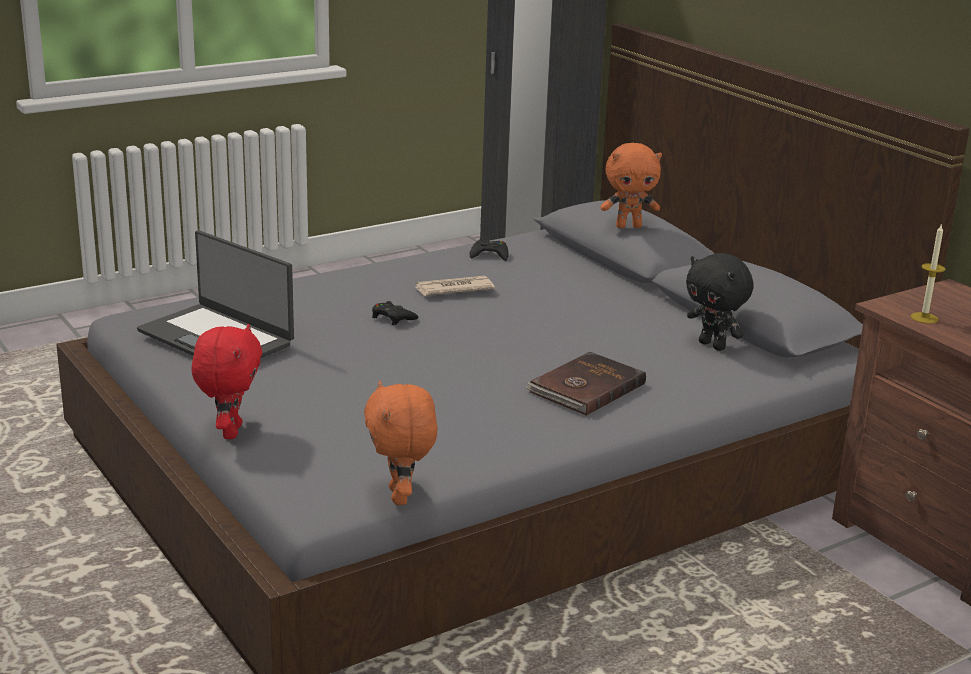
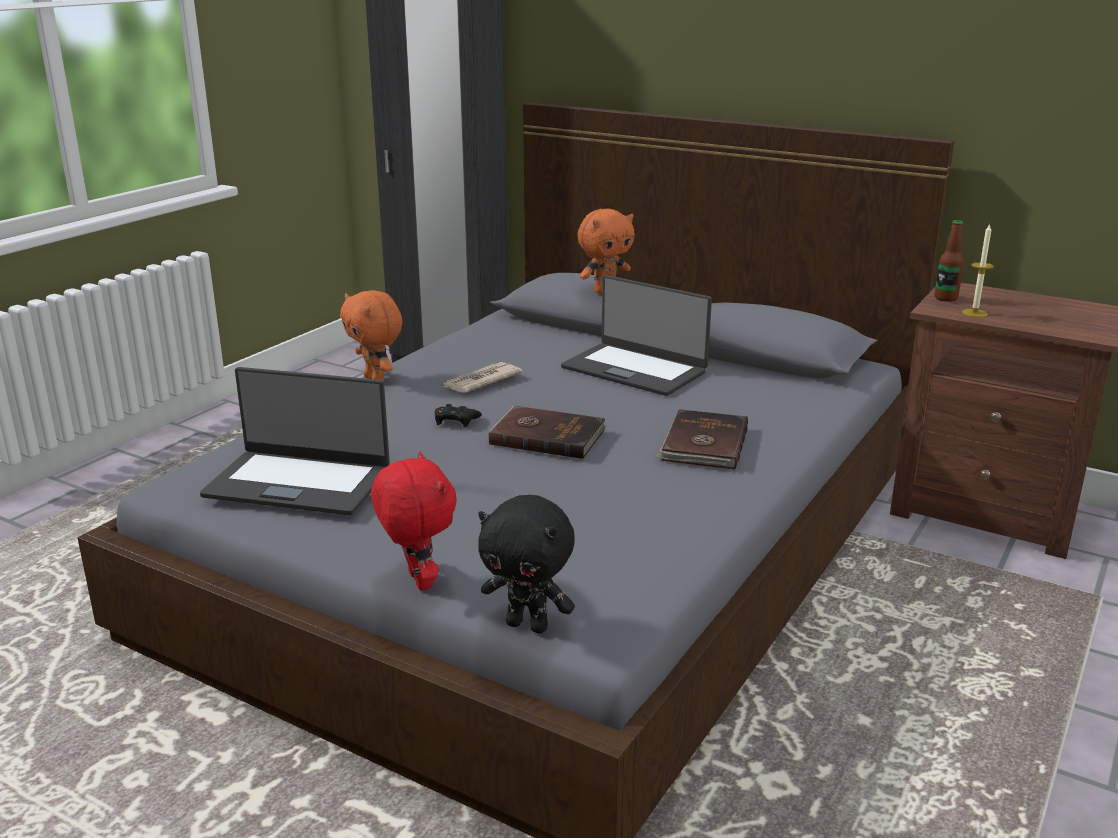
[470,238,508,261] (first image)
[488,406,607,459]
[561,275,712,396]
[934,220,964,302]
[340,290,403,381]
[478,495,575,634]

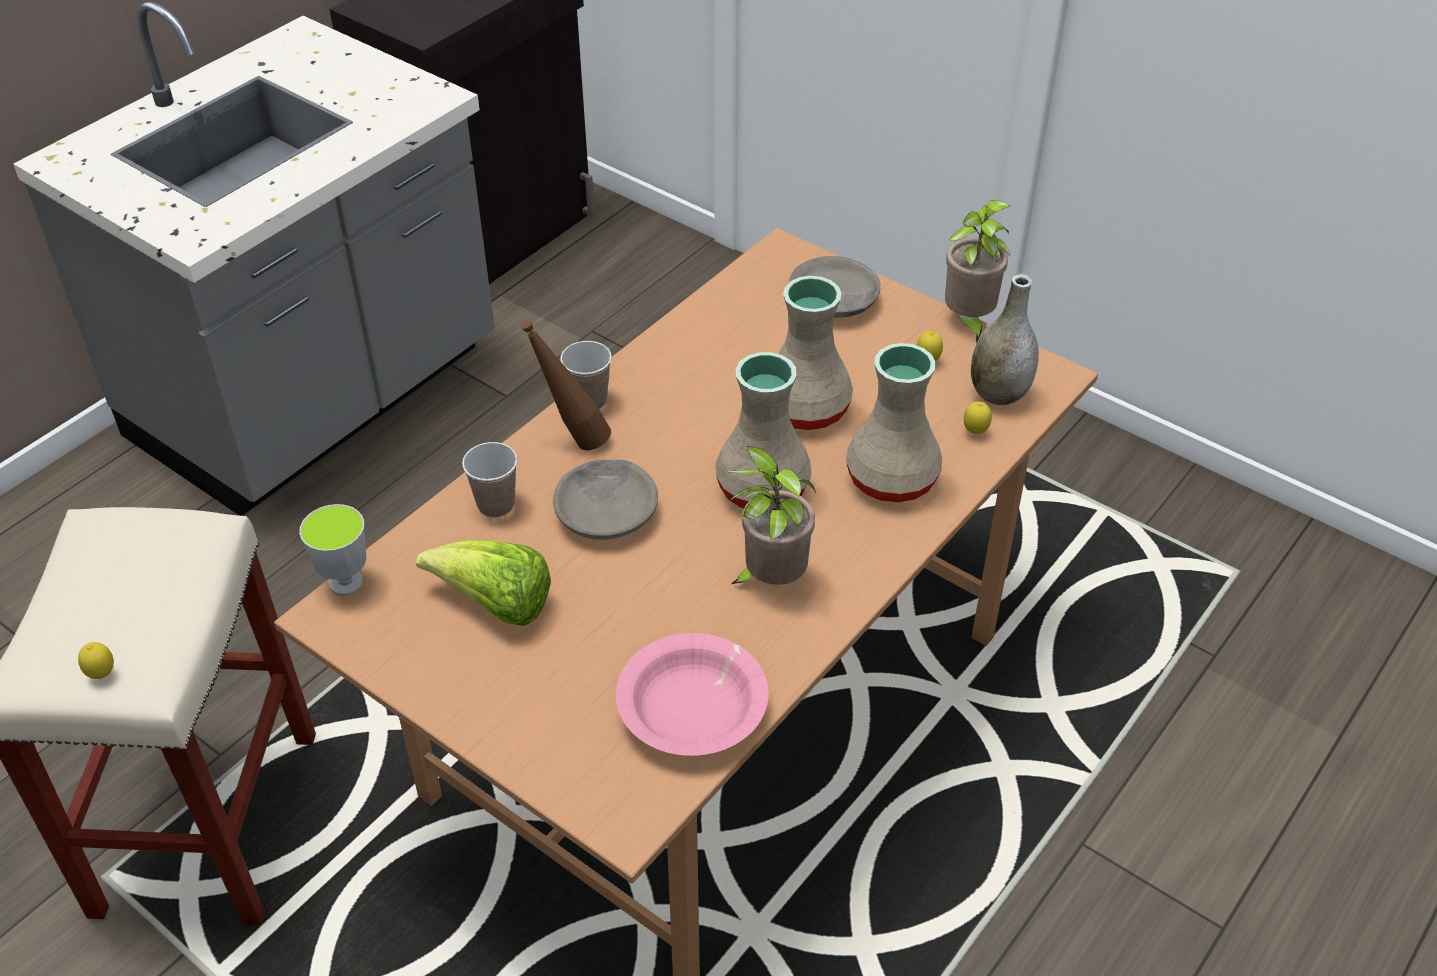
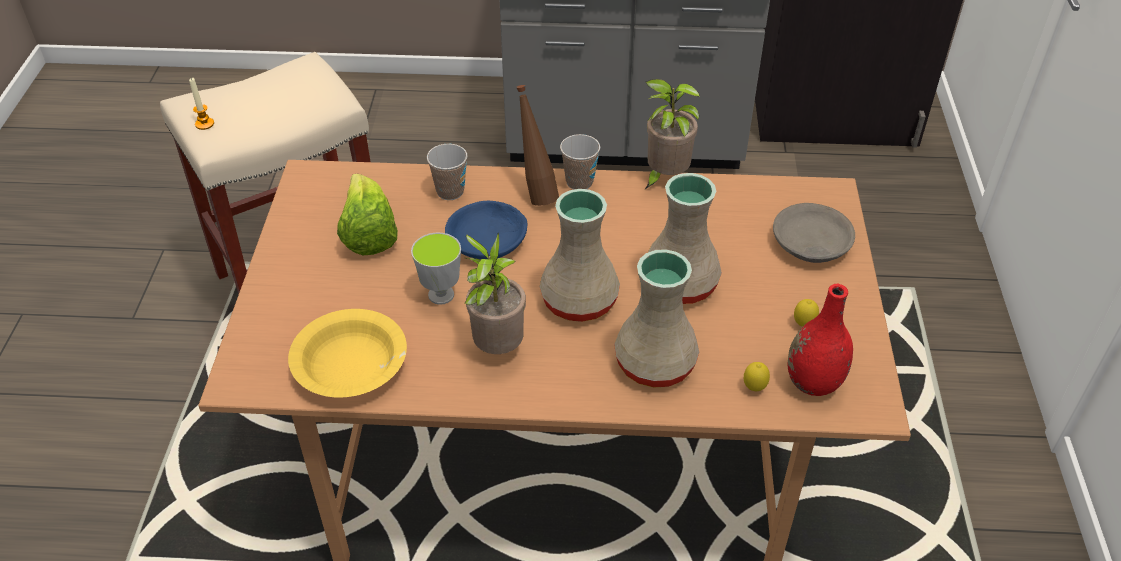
[411,233,461,305]
[645,79,700,189]
[189,78,214,130]
[445,201,527,259]
[288,309,407,397]
[788,284,853,396]

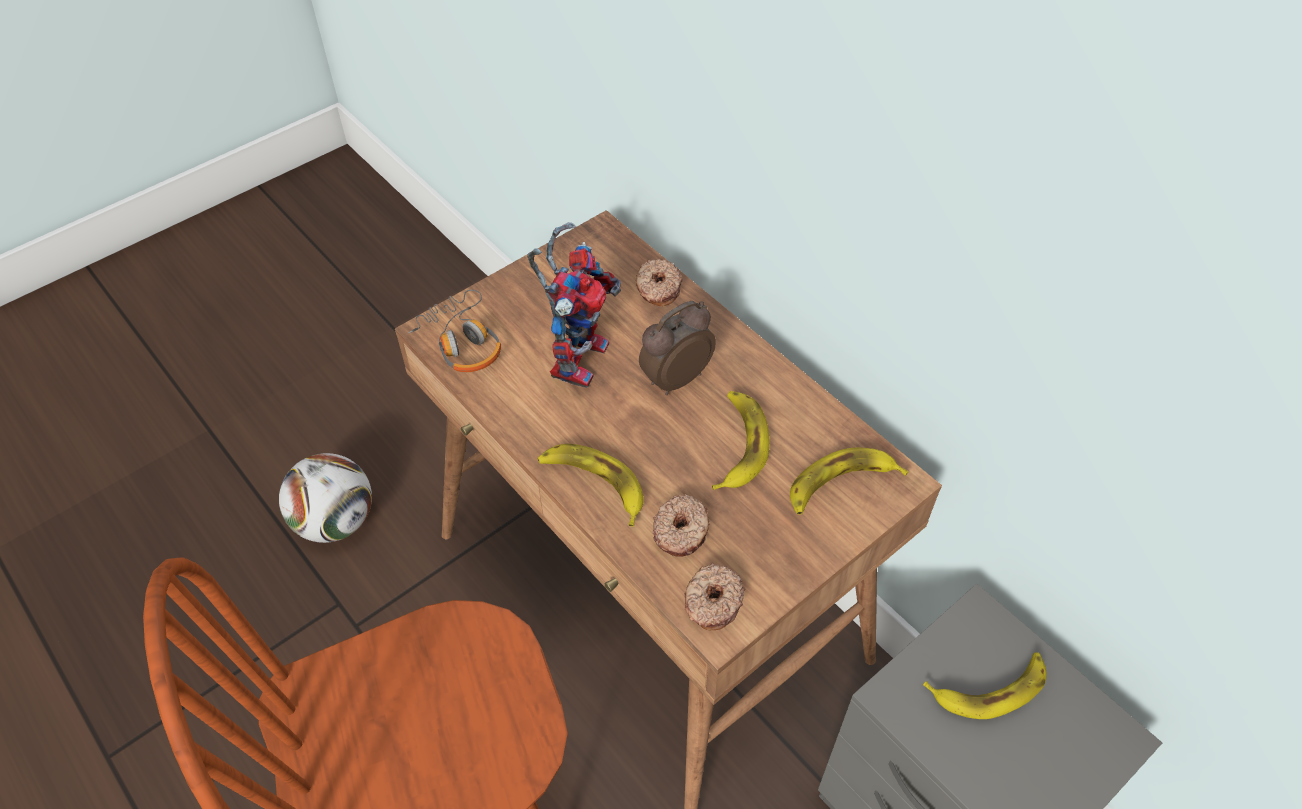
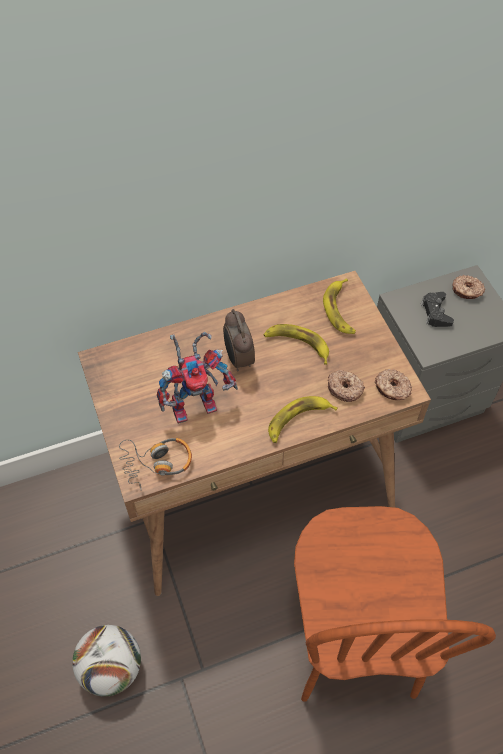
[452,275,485,299]
[421,292,454,327]
[157,332,238,424]

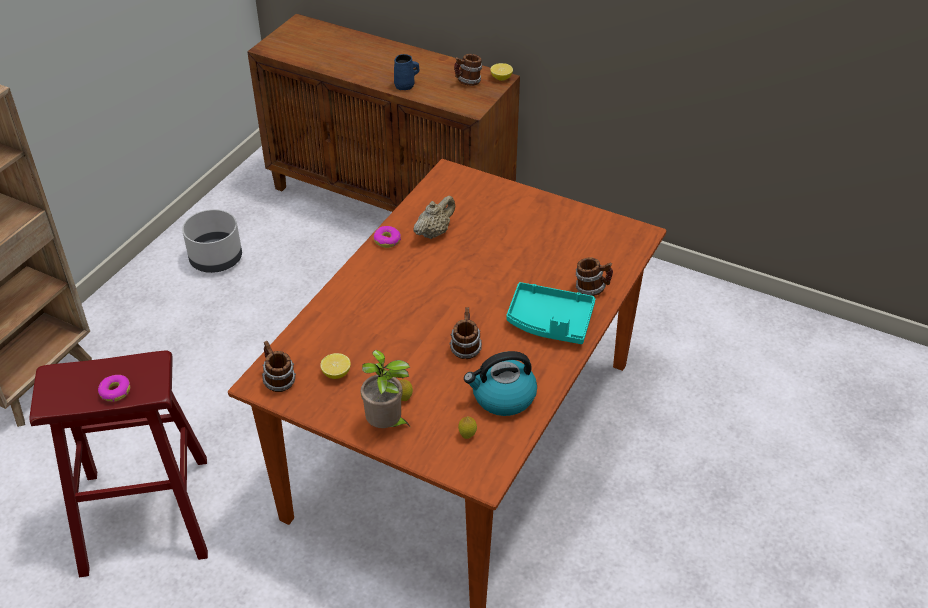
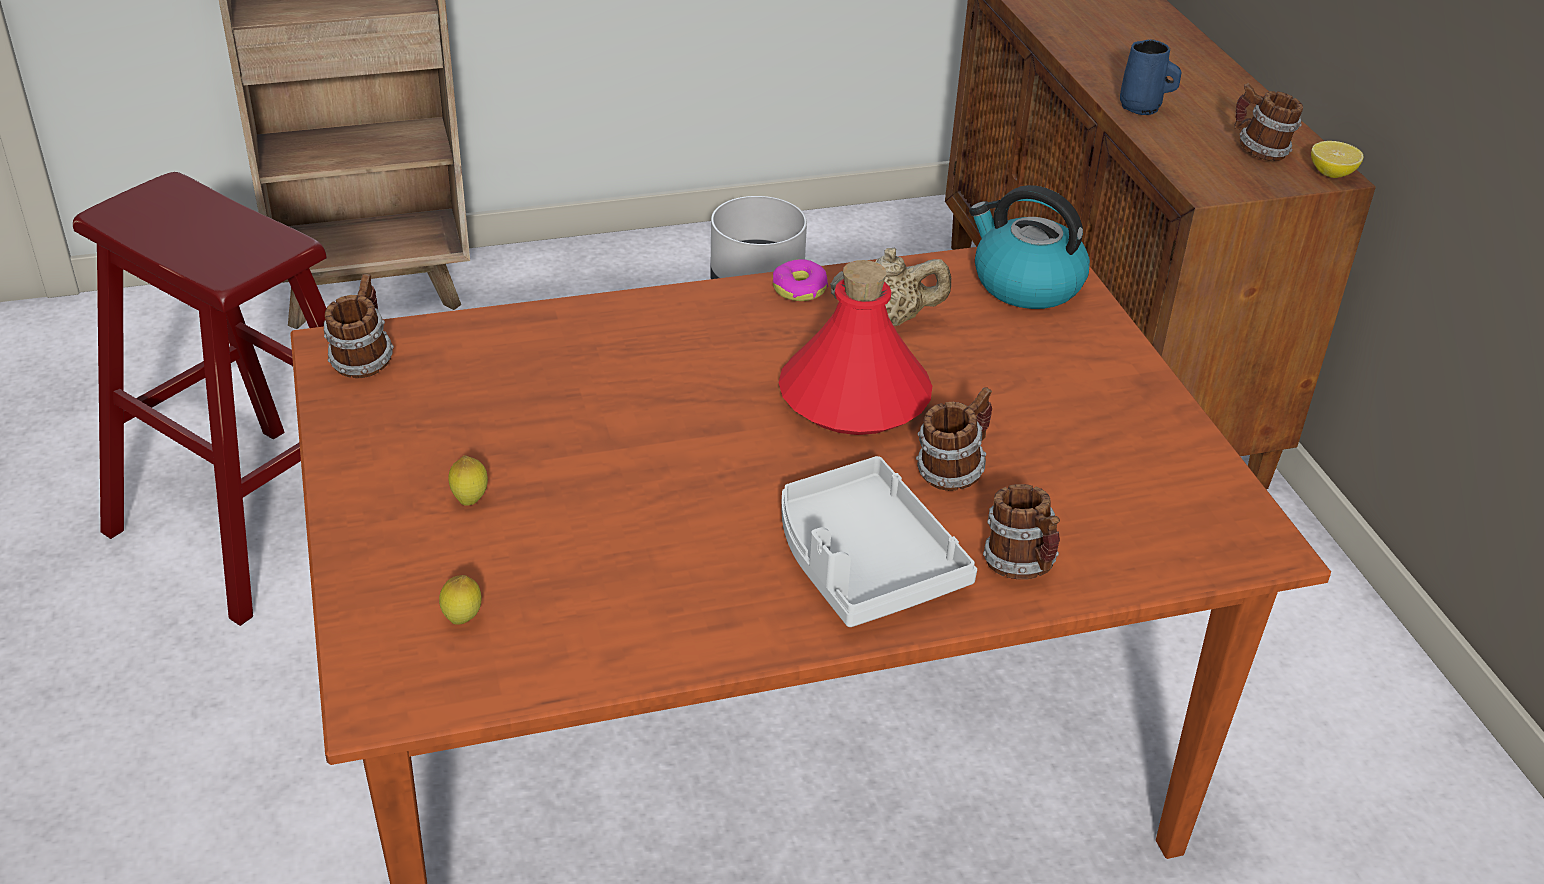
[98,375,130,402] (first image)
[320,353,351,379] (first image)
[361,350,410,428] (first image)
[779,260,932,435]
[916,387,992,491]
[969,185,1090,309]
[782,456,977,627]

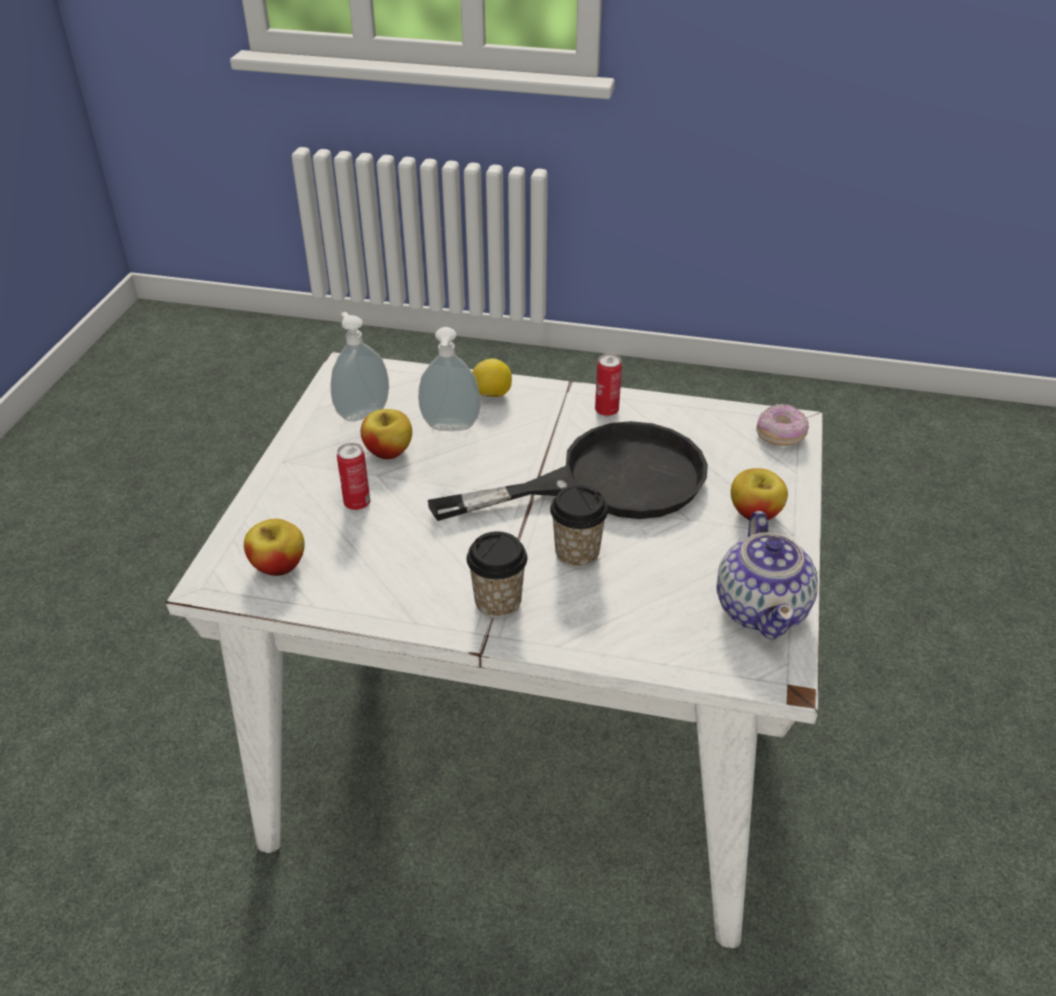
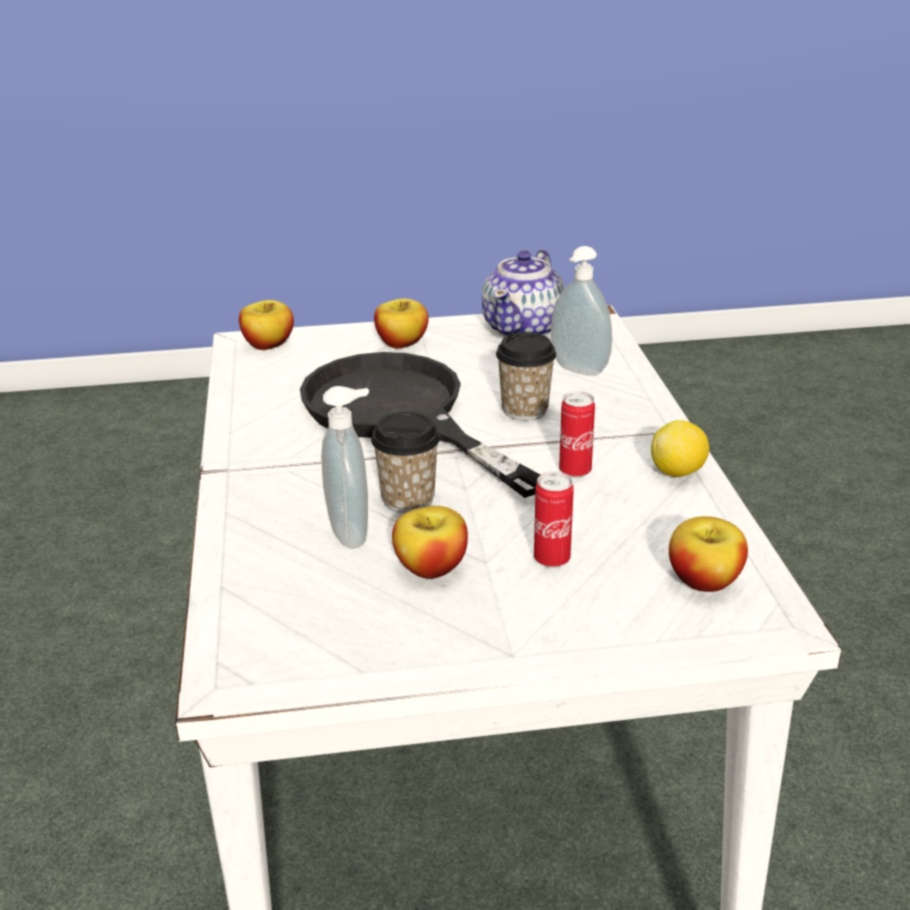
[551,246,612,376]
[371,412,440,513]
[651,420,709,477]
[559,391,595,478]
[239,300,294,350]
[482,249,565,337]

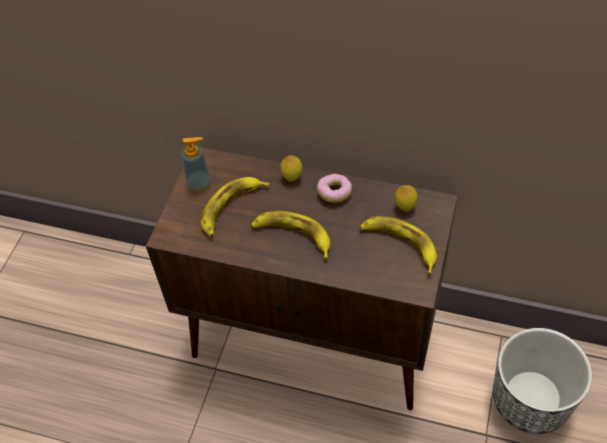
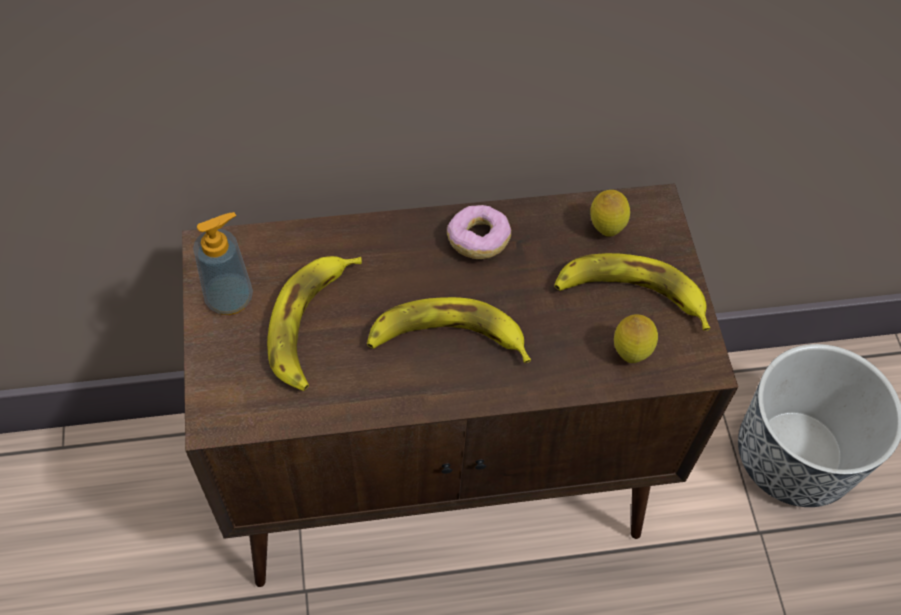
[614,314,658,363]

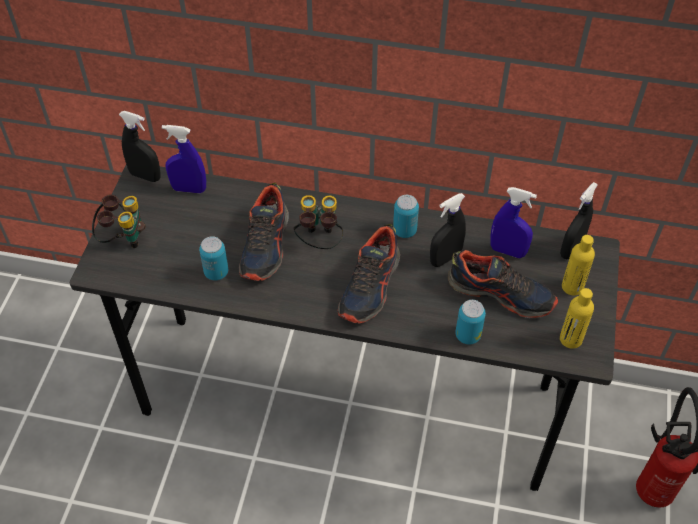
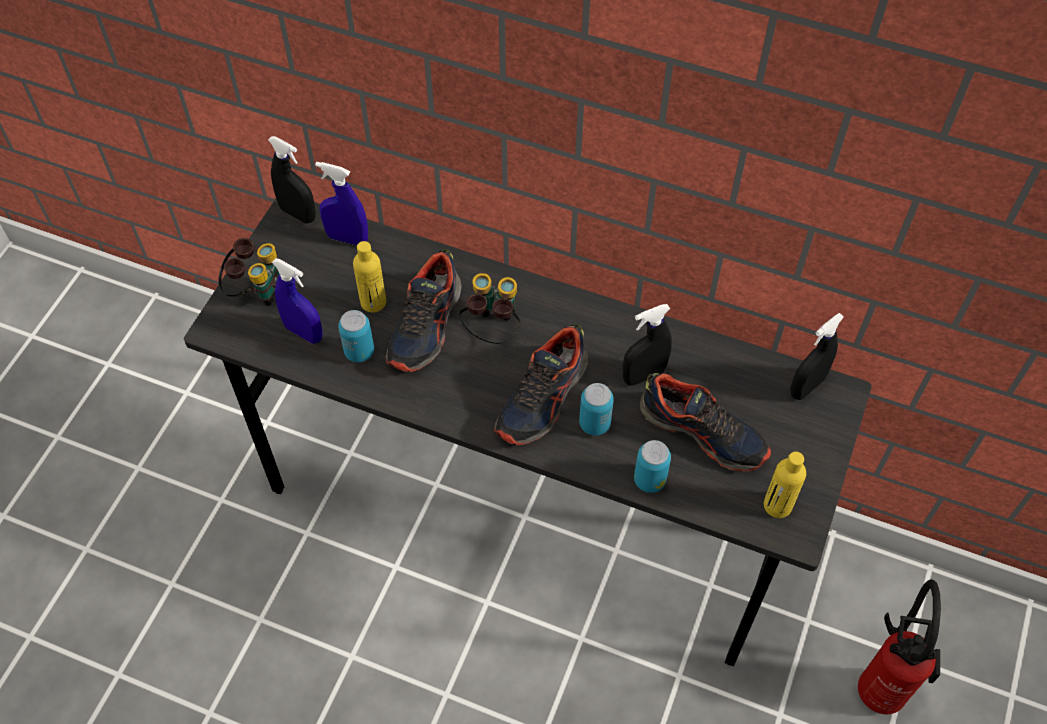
[579,383,614,436]
[272,258,323,344]
[353,241,386,312]

